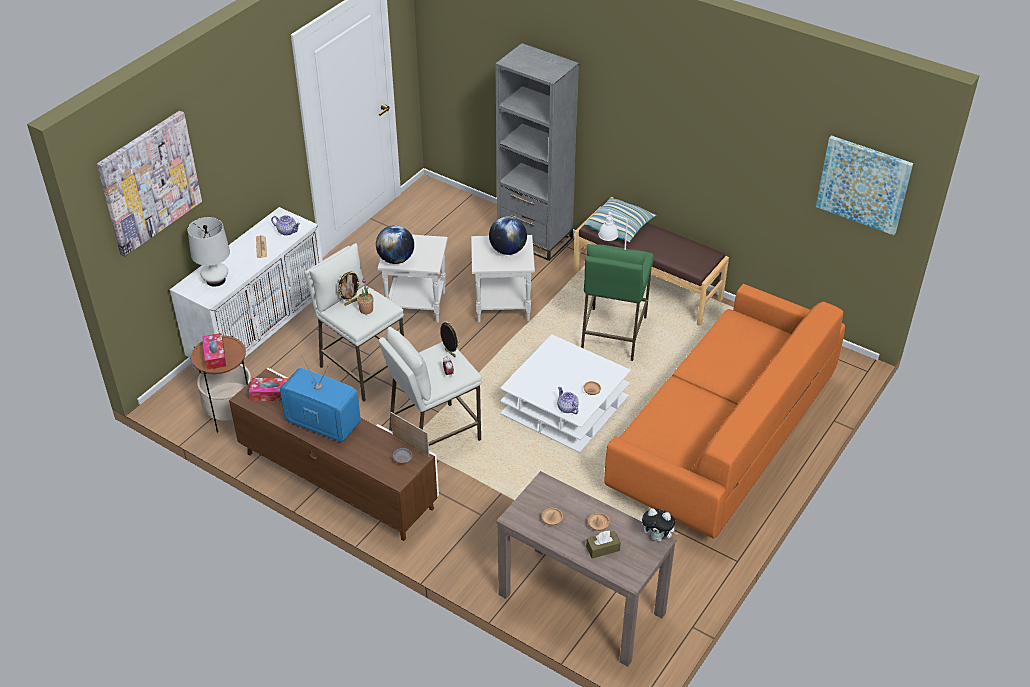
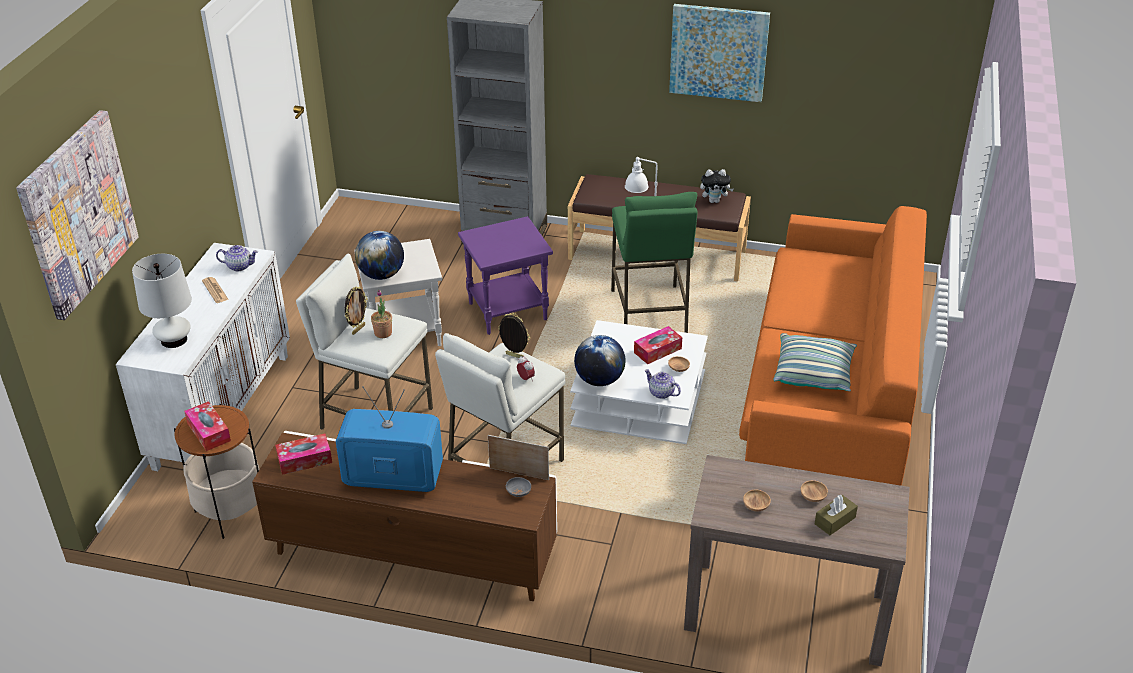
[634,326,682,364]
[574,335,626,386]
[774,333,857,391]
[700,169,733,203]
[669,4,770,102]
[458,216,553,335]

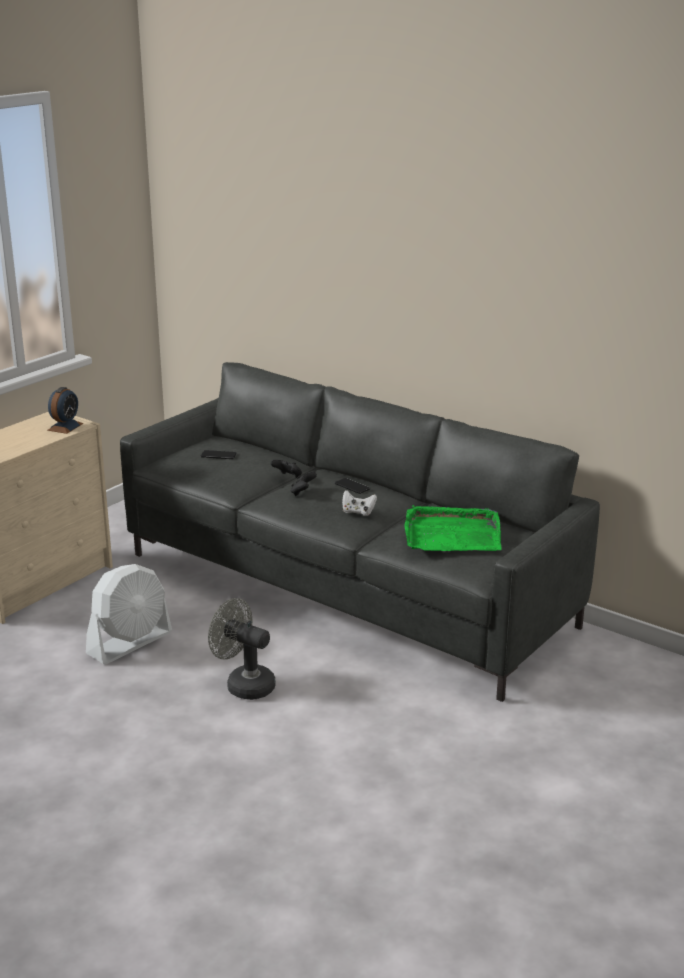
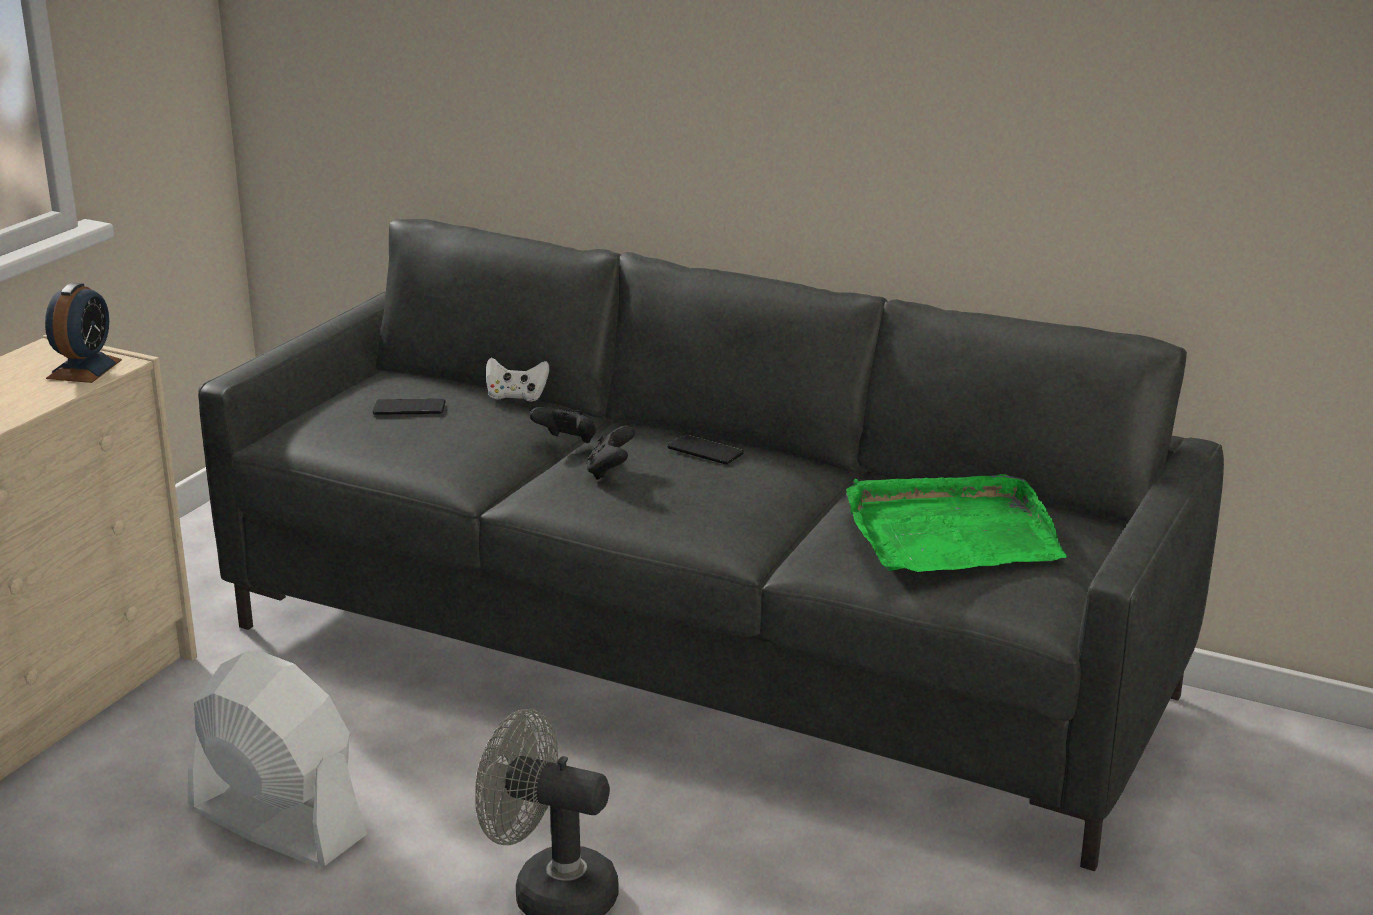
[486,358,549,402]
[188,651,367,868]

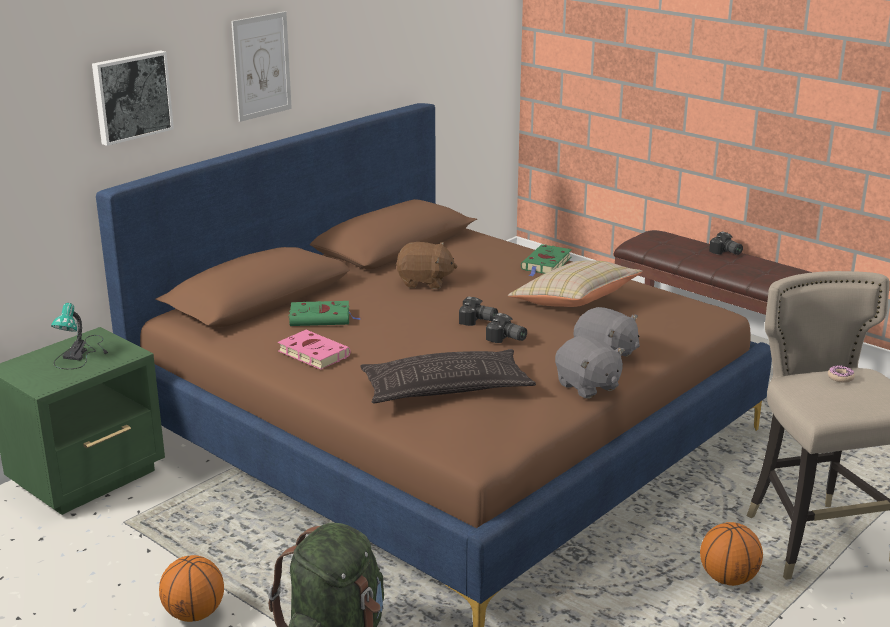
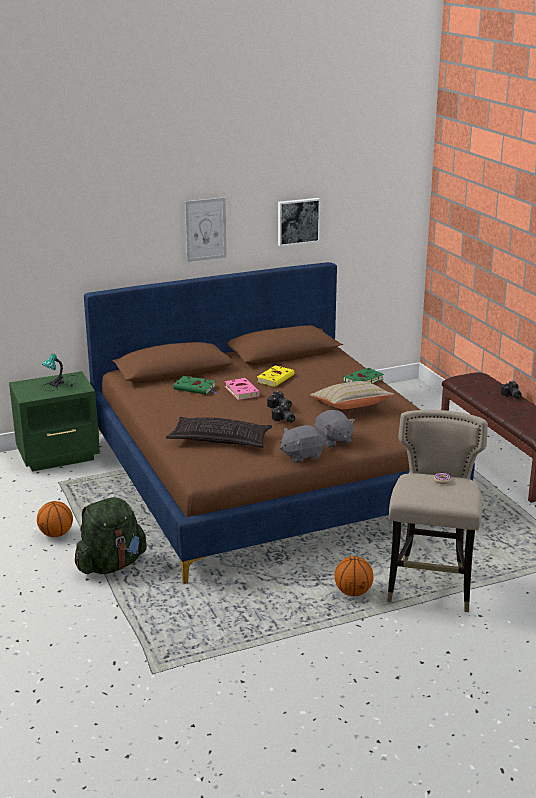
[278,198,320,246]
[225,378,260,400]
[257,365,295,387]
[280,425,324,463]

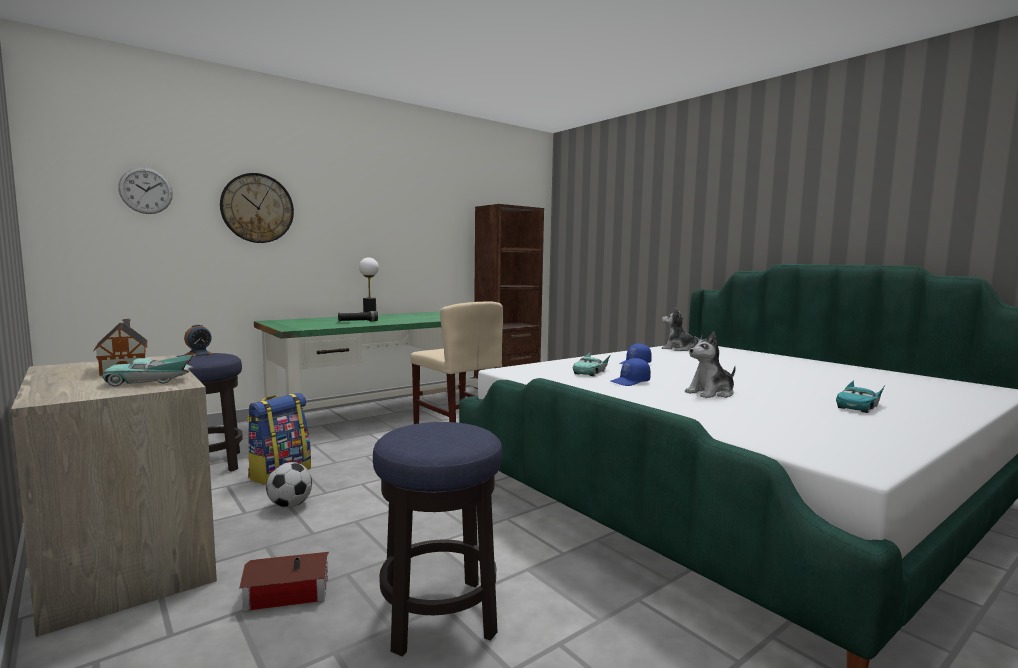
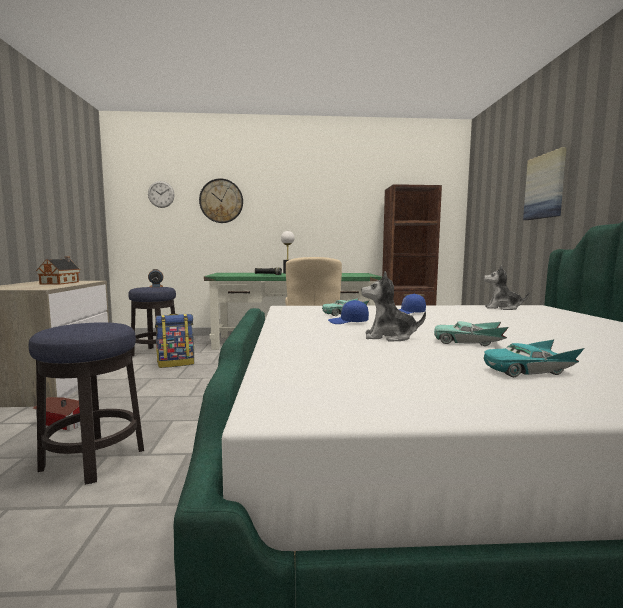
[266,462,312,508] (first image)
[523,147,567,220]
[434,321,509,346]
[484,265,529,310]

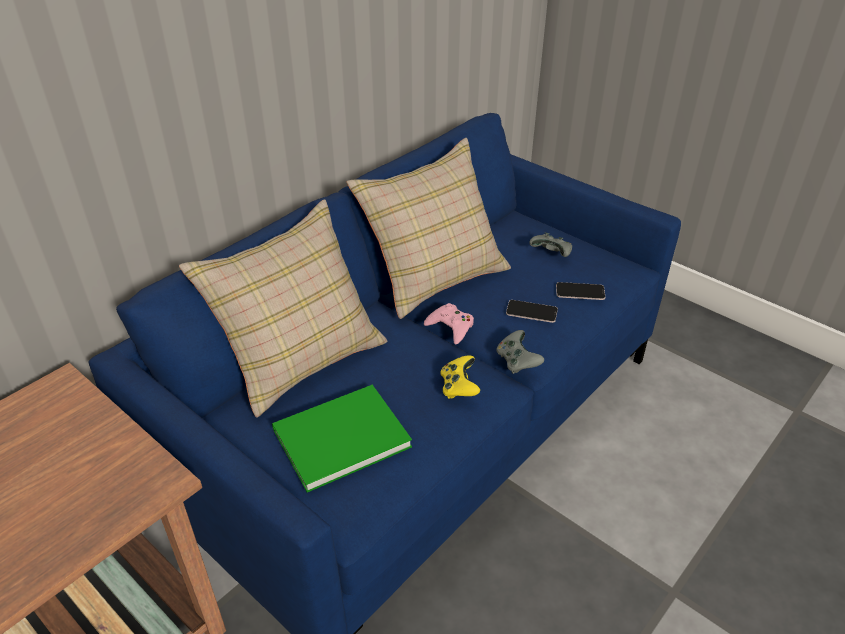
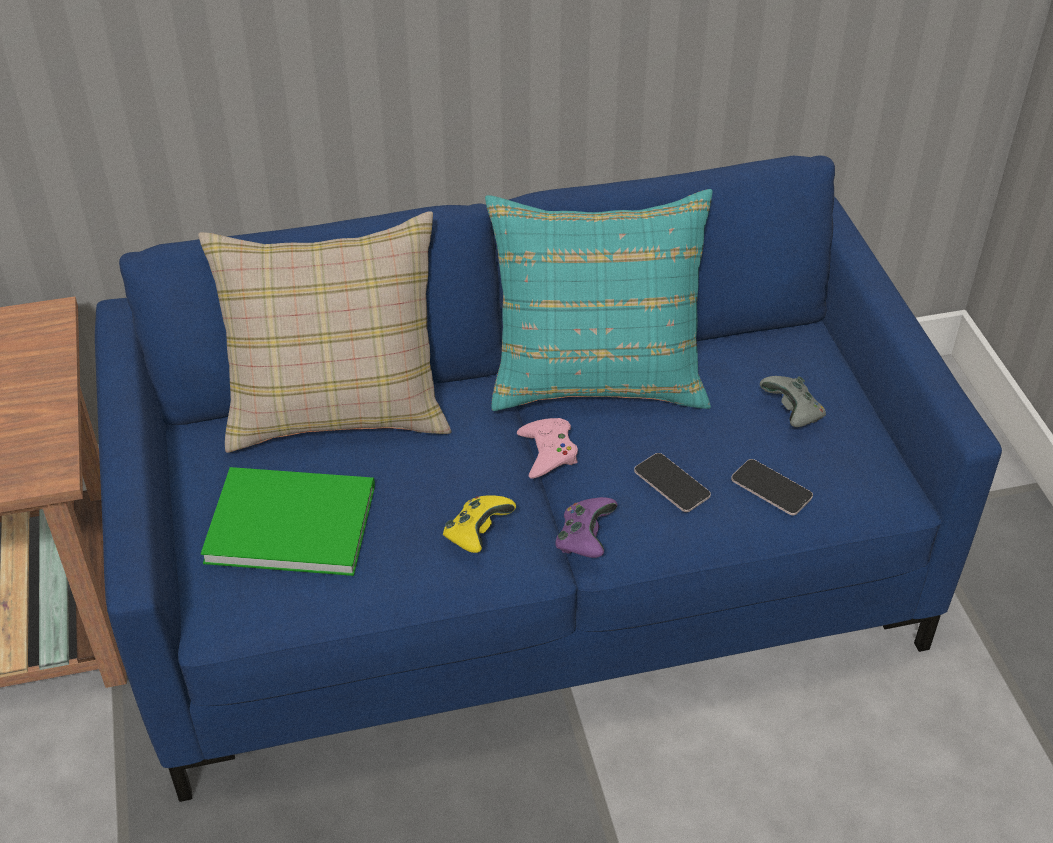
[485,189,713,411]
[555,497,618,558]

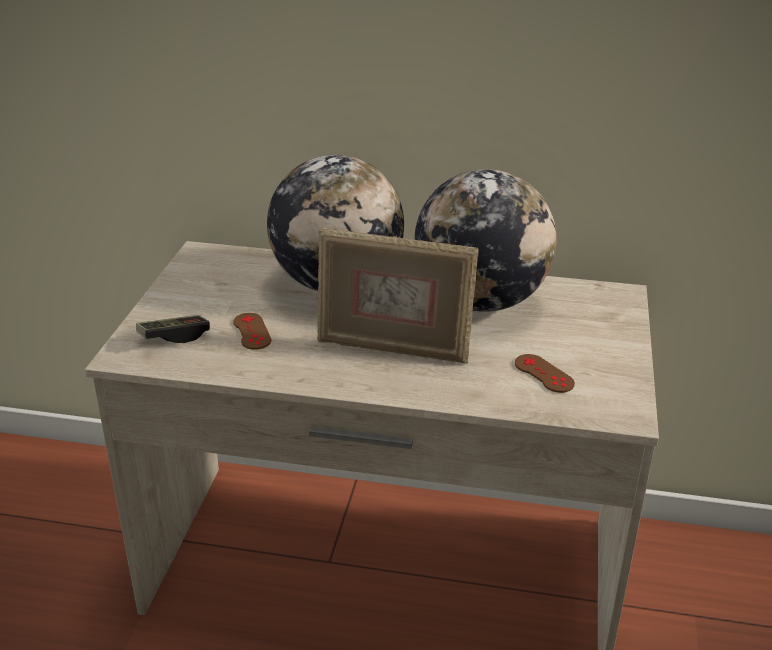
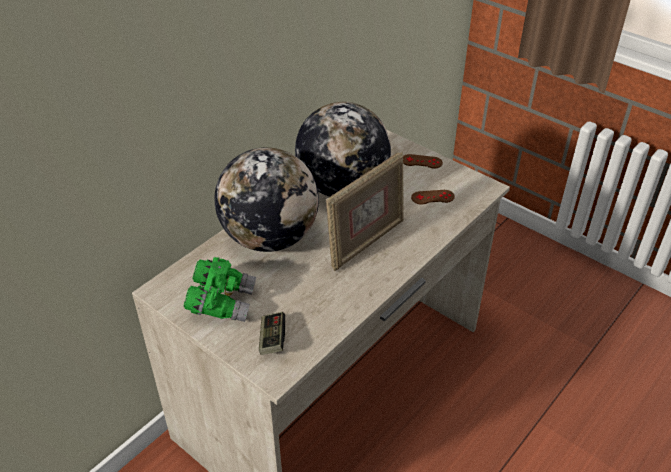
[183,257,256,322]
[403,154,443,168]

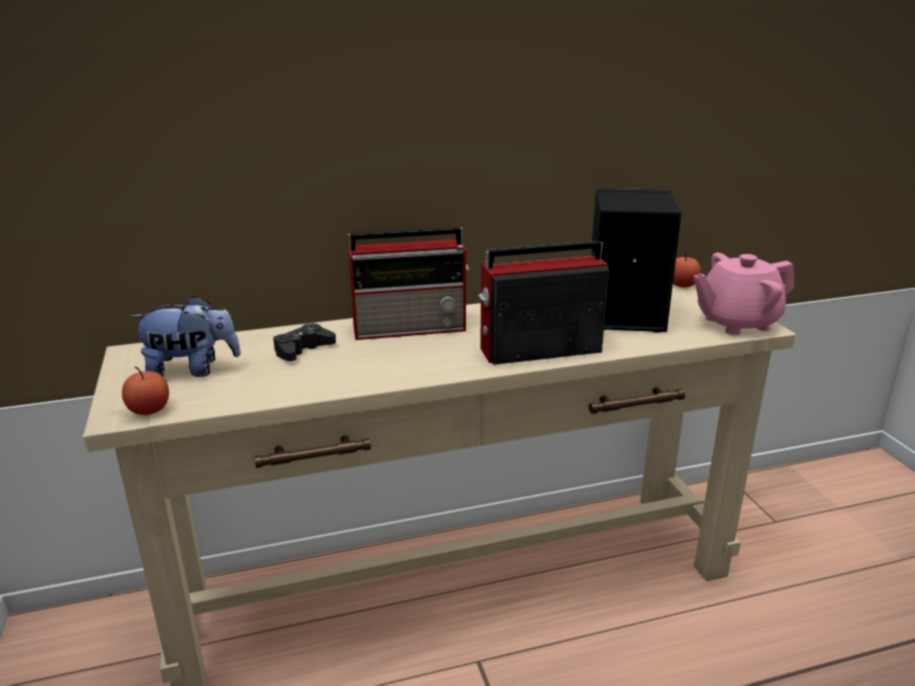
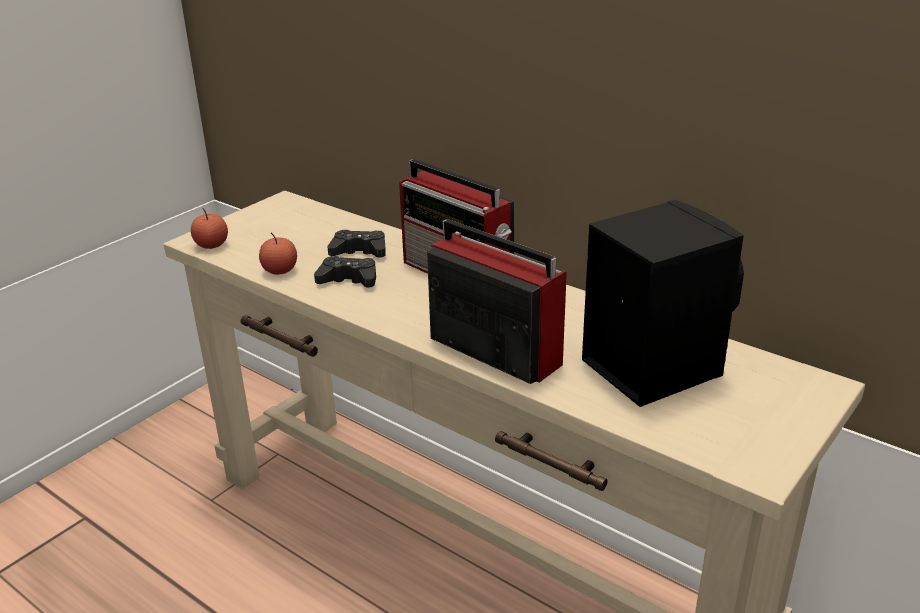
[130,296,241,377] (first image)
[694,253,795,335] (first image)
[314,256,376,288]
[259,232,297,275]

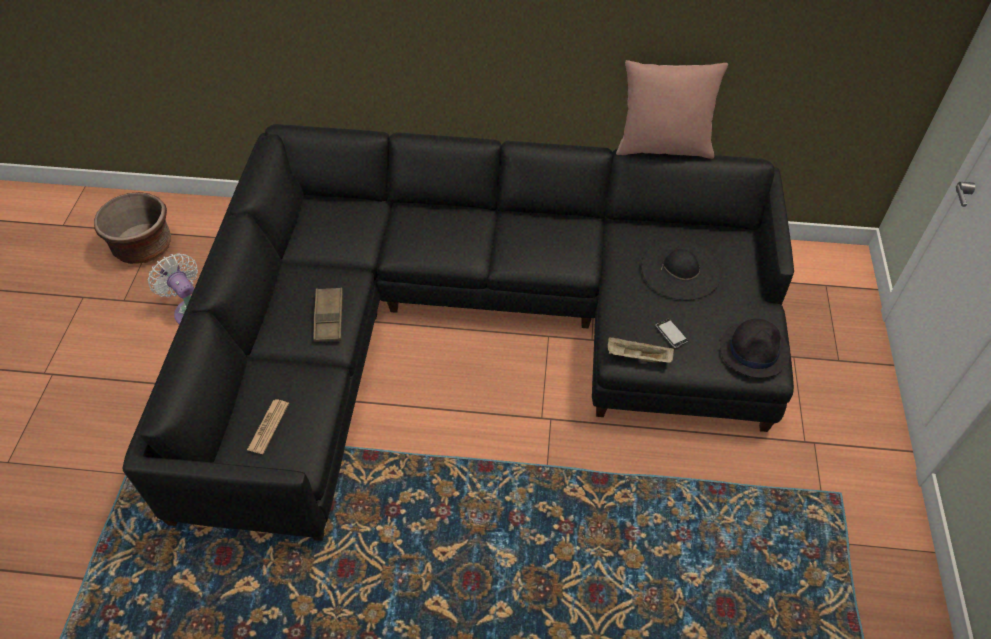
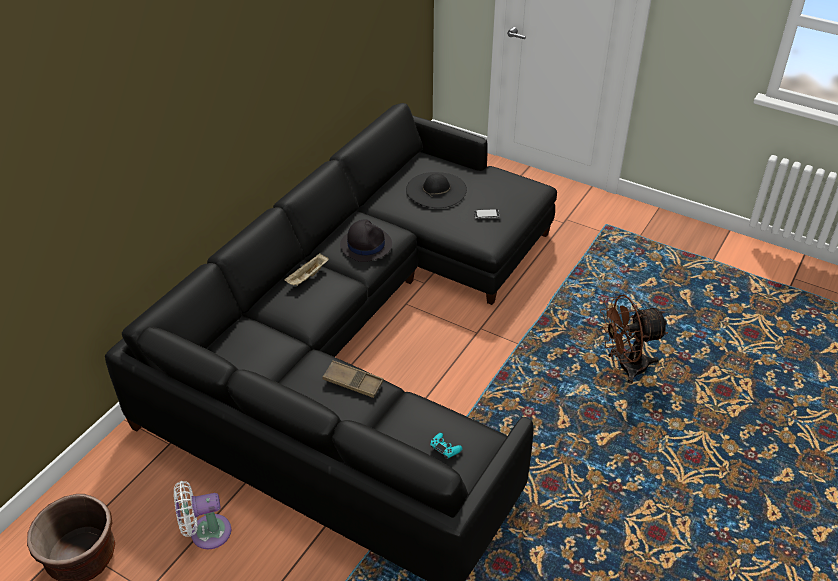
[616,60,728,159] (first image)
[600,294,669,384]
[284,253,329,286]
[340,219,392,262]
[430,433,462,459]

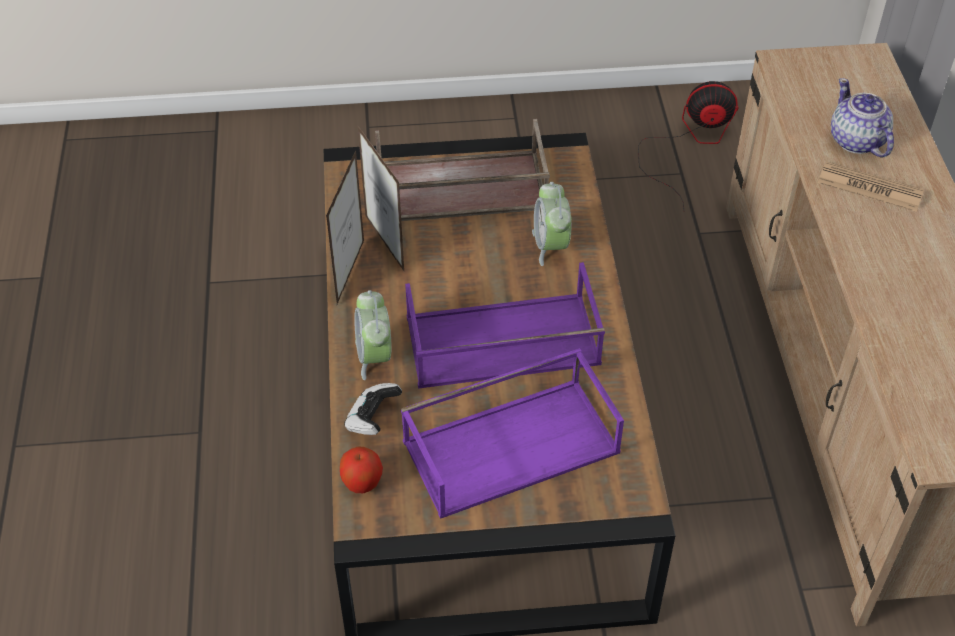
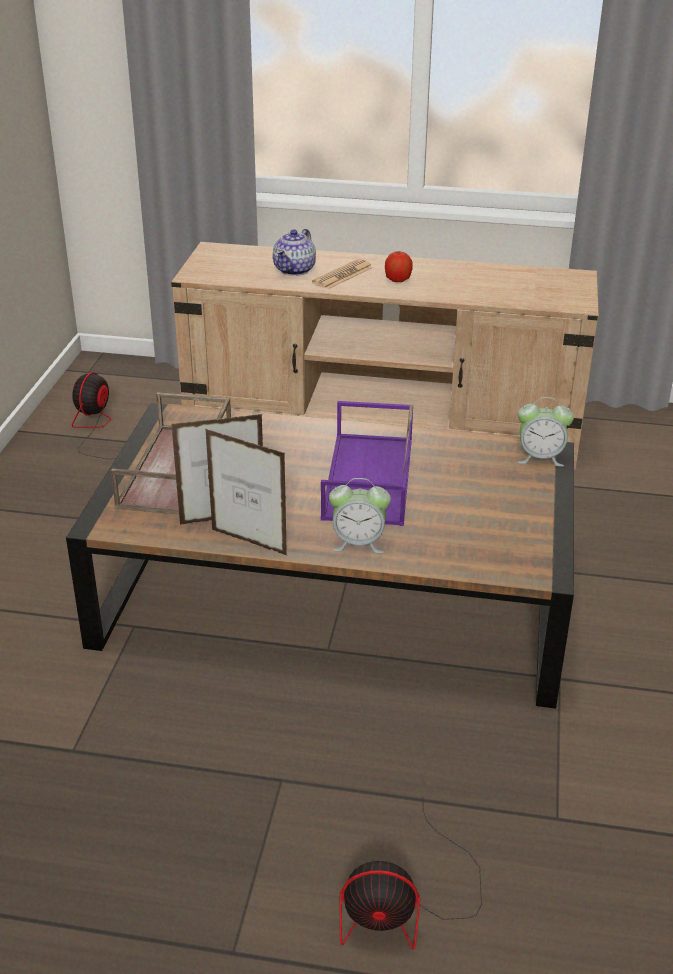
[344,383,402,435] (first image)
[401,348,624,519] (first image)
[340,797,482,950]
[385,251,413,282]
[518,397,574,466]
[273,229,316,276]

